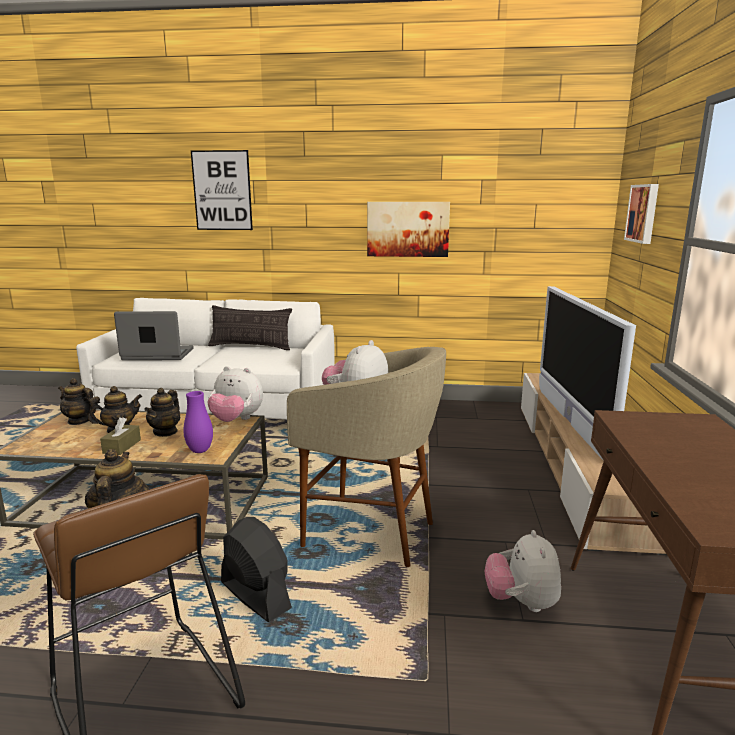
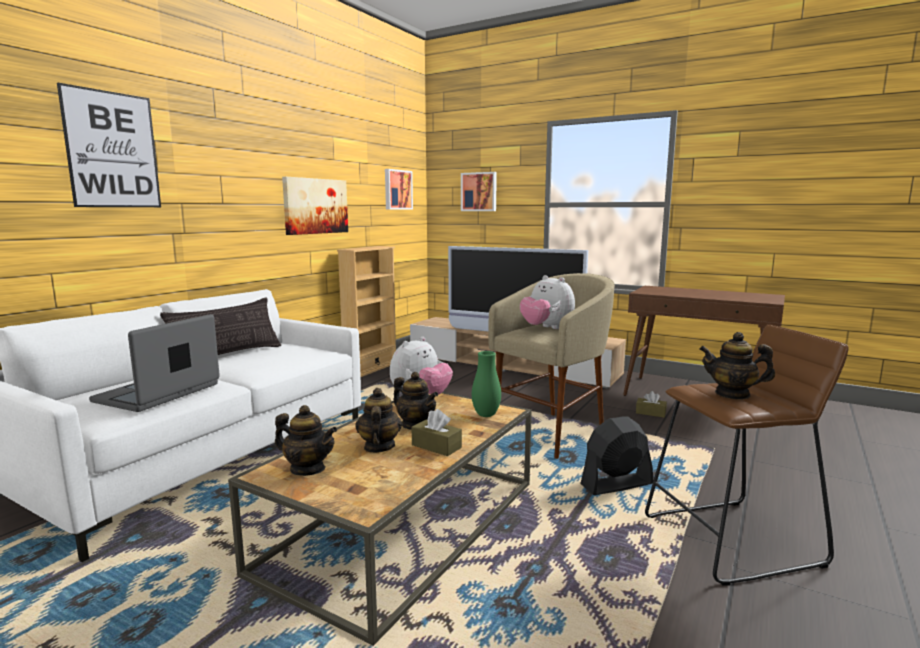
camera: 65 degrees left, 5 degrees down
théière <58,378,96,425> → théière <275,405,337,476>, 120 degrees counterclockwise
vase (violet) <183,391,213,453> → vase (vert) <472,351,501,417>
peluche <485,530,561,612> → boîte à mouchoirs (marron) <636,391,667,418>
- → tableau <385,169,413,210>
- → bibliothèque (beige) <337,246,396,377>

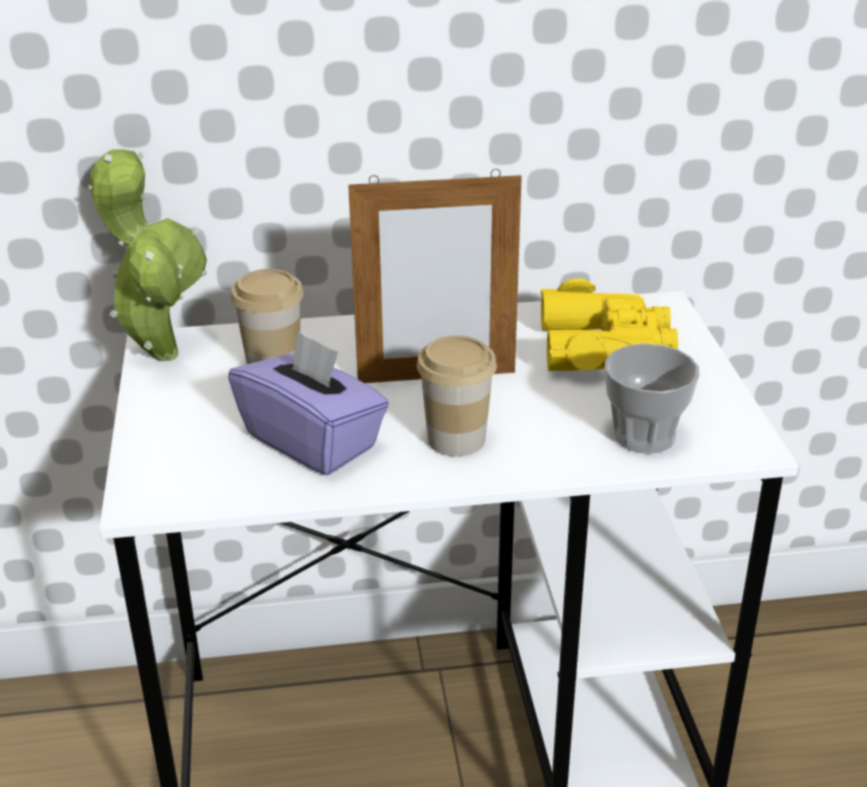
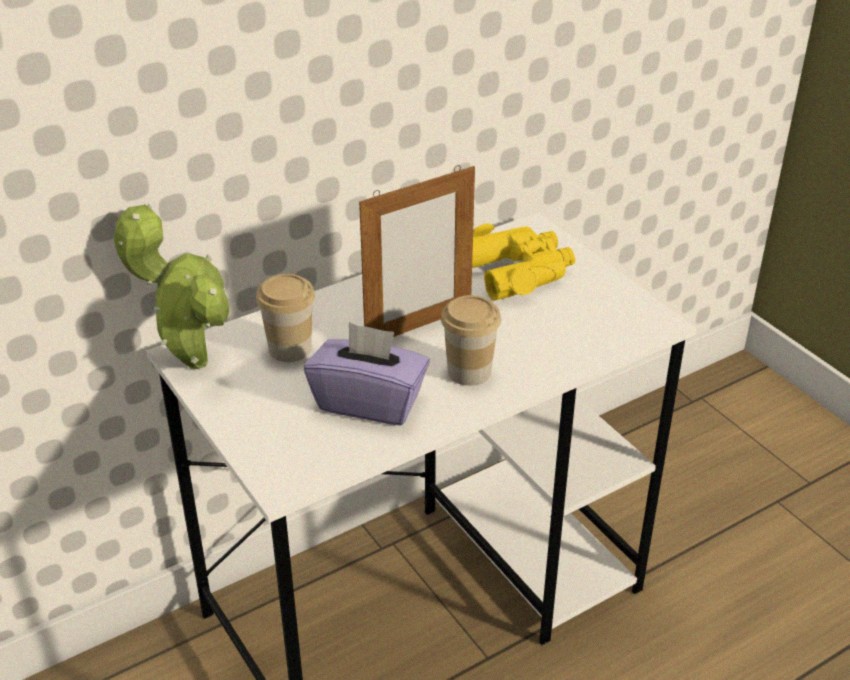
camera: 25 degrees left, 5 degrees up
tasse <605,343,699,454> → -

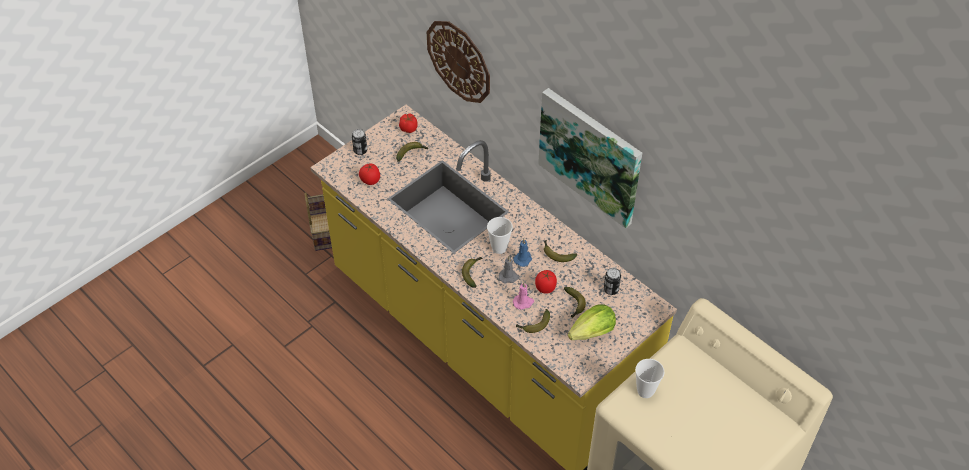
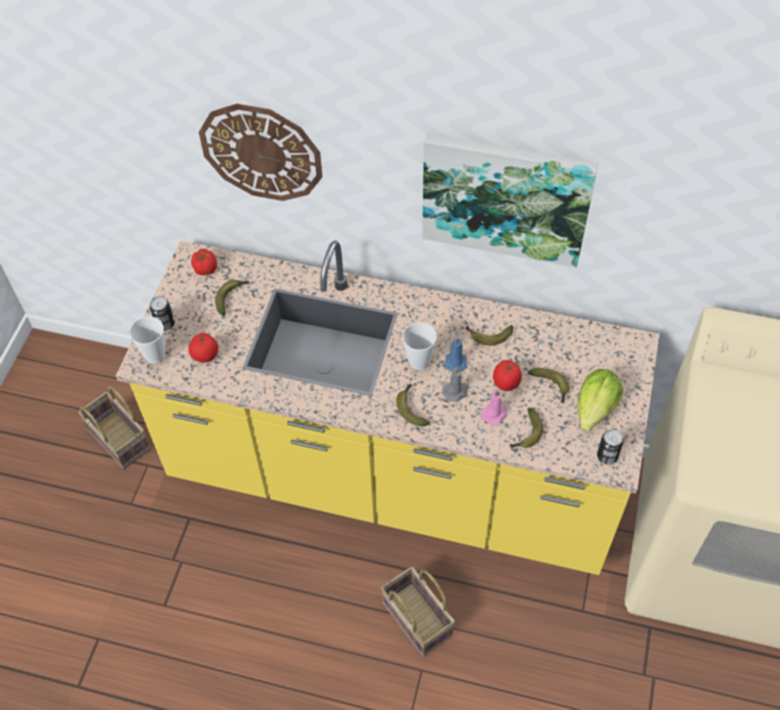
camera: 30 degrees left, 5 degrees up
boîte métallique <604,268,621,295> → boîte métallique <597,429,624,464>, move
tasse <635,359,664,398> → tasse <129,316,166,364>, move
- → panier <381,566,455,657>

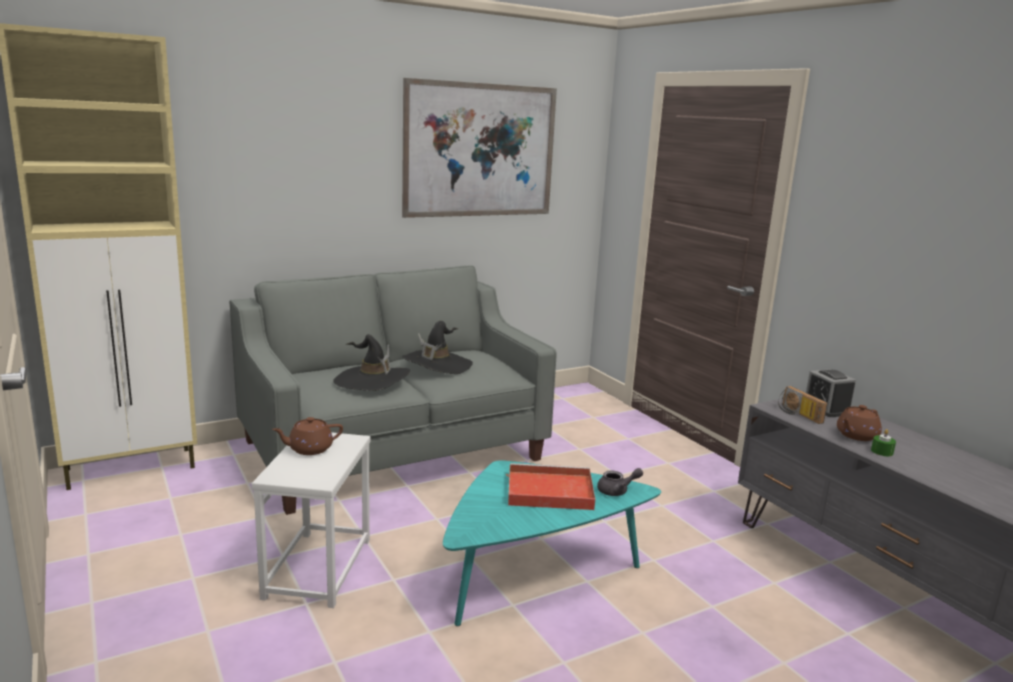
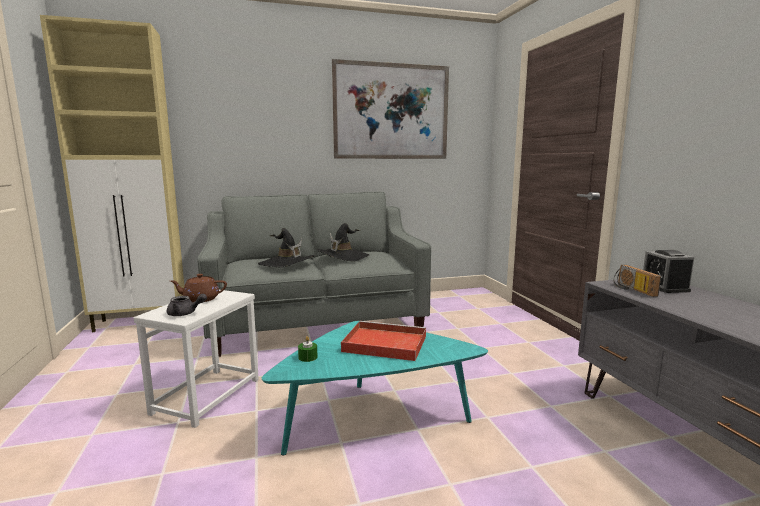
camera: 15 degrees right, 5 degrees down
théière (marron) <837,405,882,441> → -
bougie (vert) <871,429,896,456> → bougie (vert) <298,336,318,362>, move
théière (gris) <597,468,643,496> → théière (gris) <167,294,207,316>, move

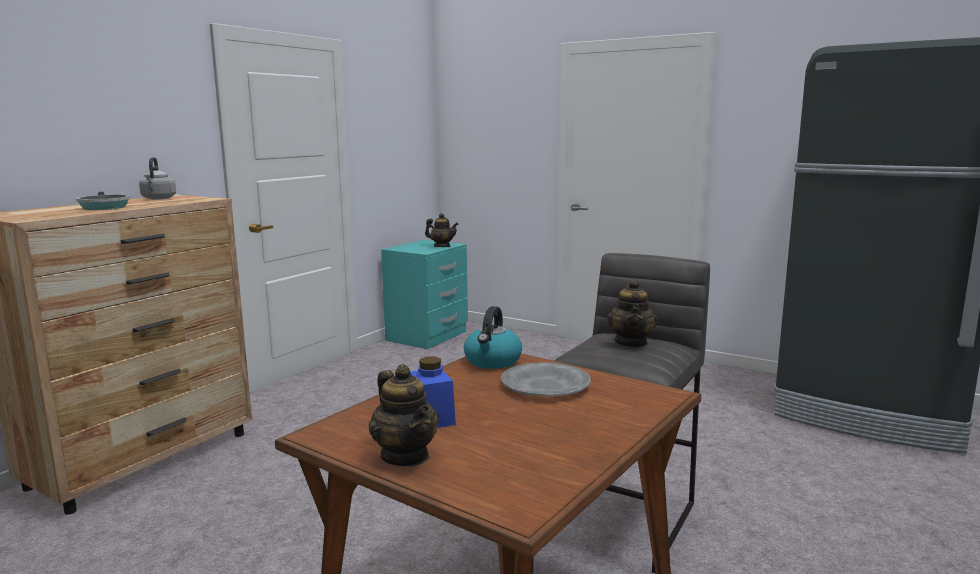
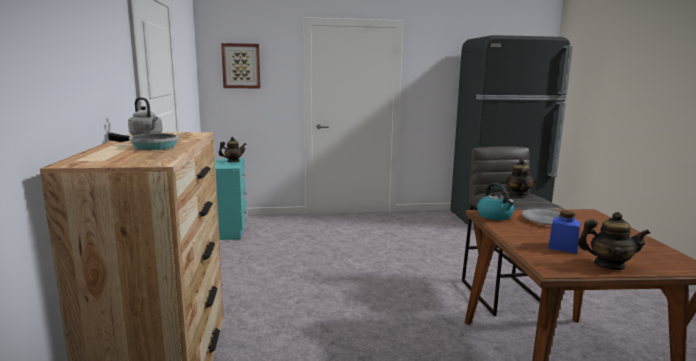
camera: 40 degrees left, 0 degrees up
théière <607,279,658,348> → théière <506,159,534,196>, 135 degrees counterclockwise
- → tableau <221,43,261,88>

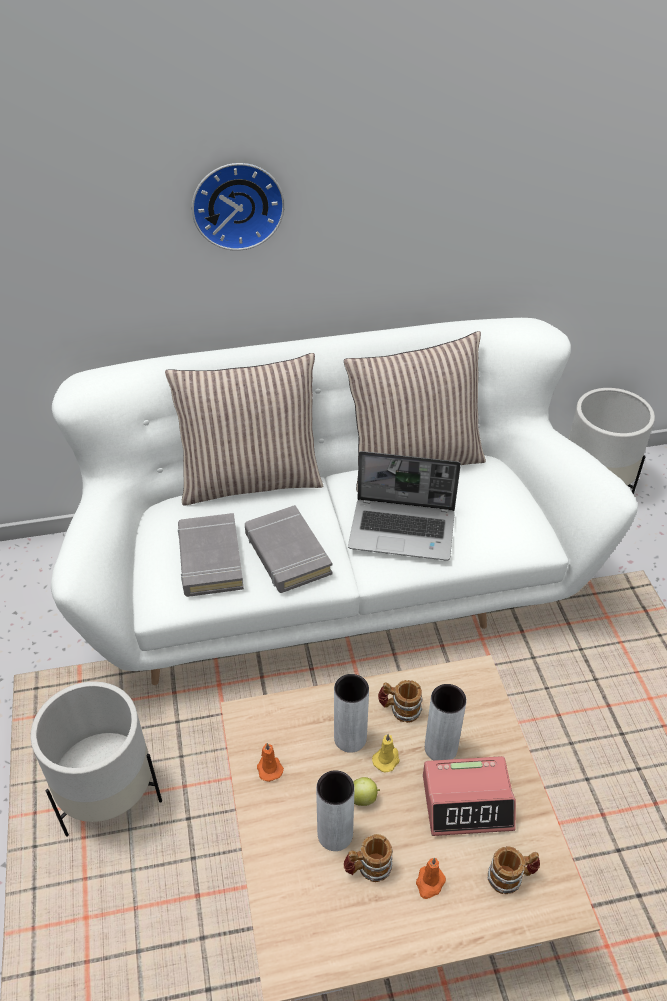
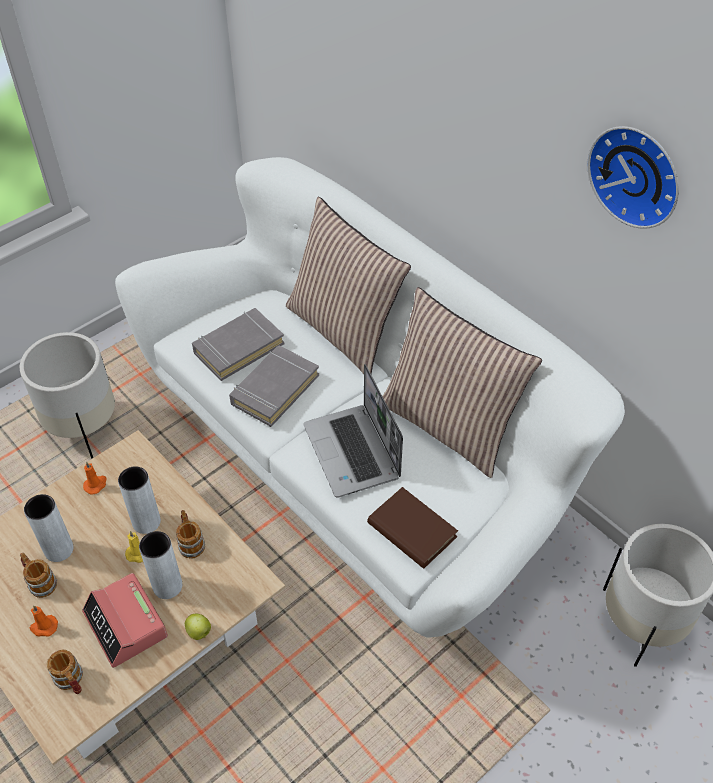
camera: 60 degrees right, 5 degrees up
horloge murale <192,163,285,251> → horloge murale <587,126,679,229>, move
pomme <353,777,380,806> → pomme <185,614,211,640>, move
- → livre (marron) <367,487,458,568>

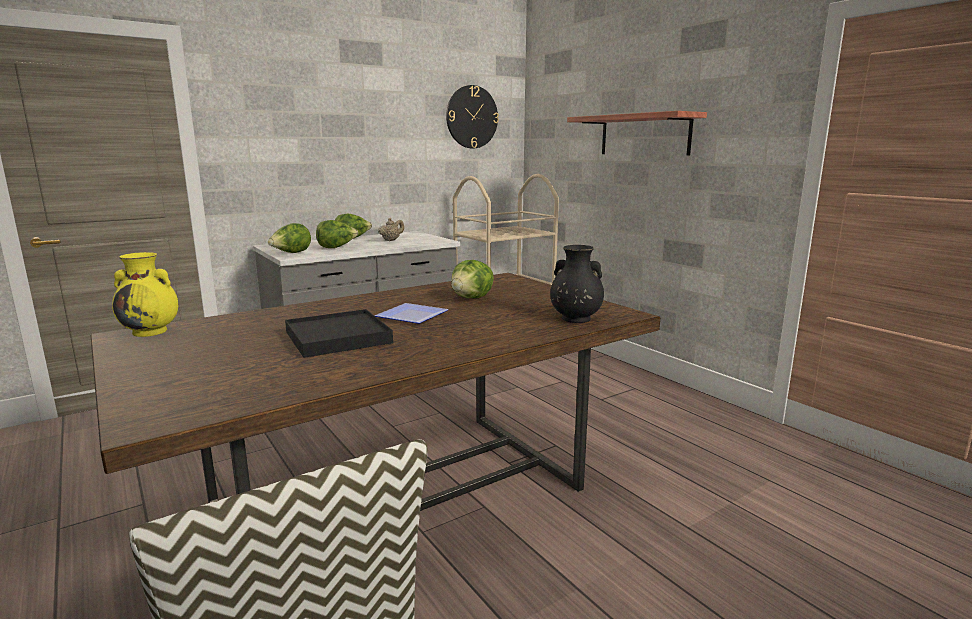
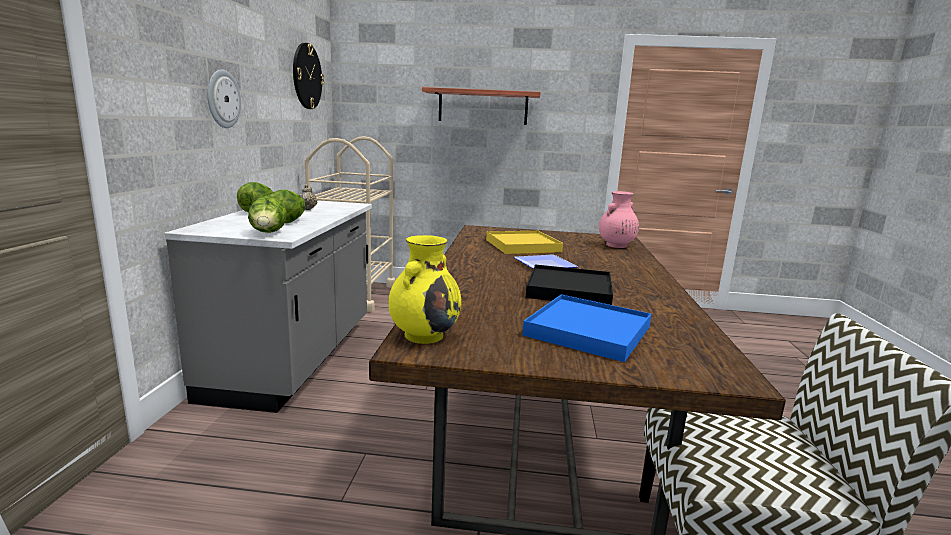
camera: 50 degrees left, 0 degrees up
vase (noir) <550,245,604,323> → vase (rose) <599,191,639,248>
laitue <451,260,494,298> → plateau (jaune) <486,231,563,254>
- → horloge murale <207,69,241,128>
- → plateau (bleu) <522,294,651,362>

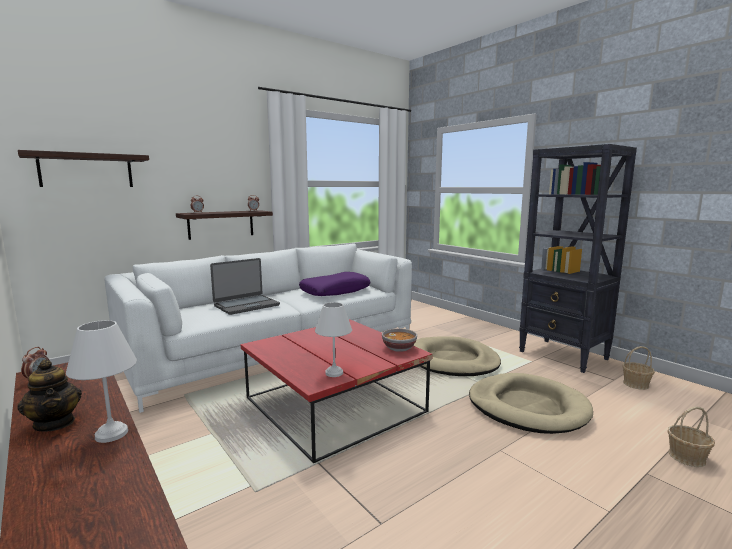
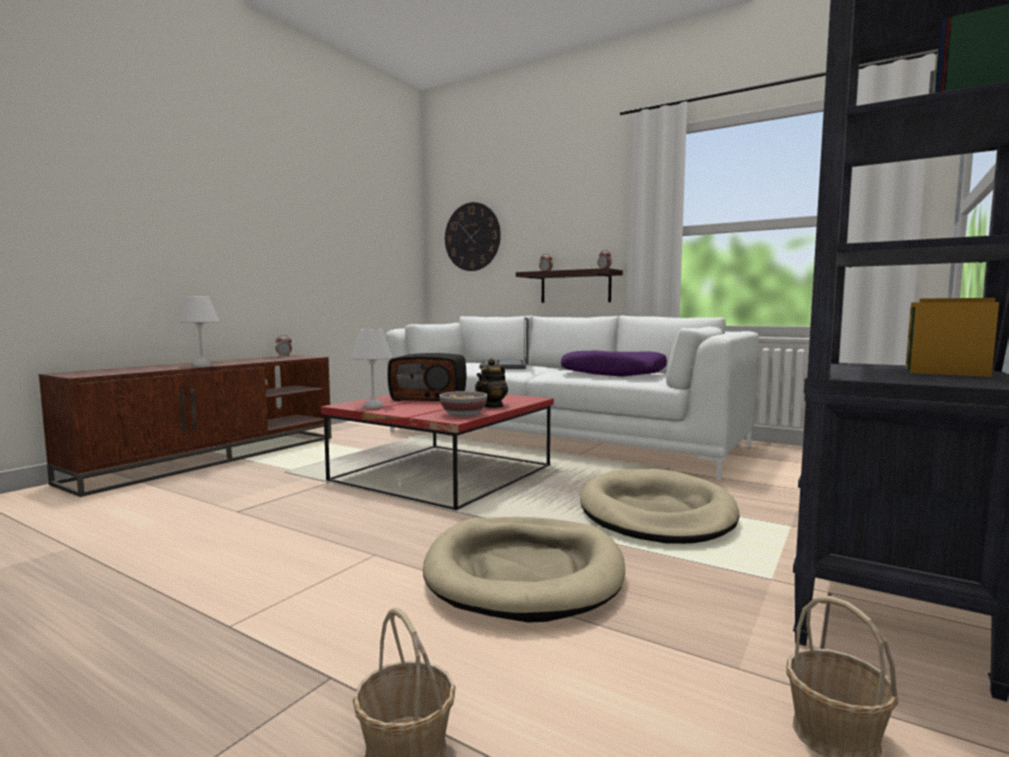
camera: 70 degrees right, 5 degrees down
étagère <18,150,149,187> → horloge murale <445,202,501,271>
ordinateur portable <210,258,280,315> → ordinateur portable <479,317,529,369>, 60 degrees clockwise
théière <17,359,82,432> → théière <475,359,508,408>, move
- → radio <388,353,467,401>

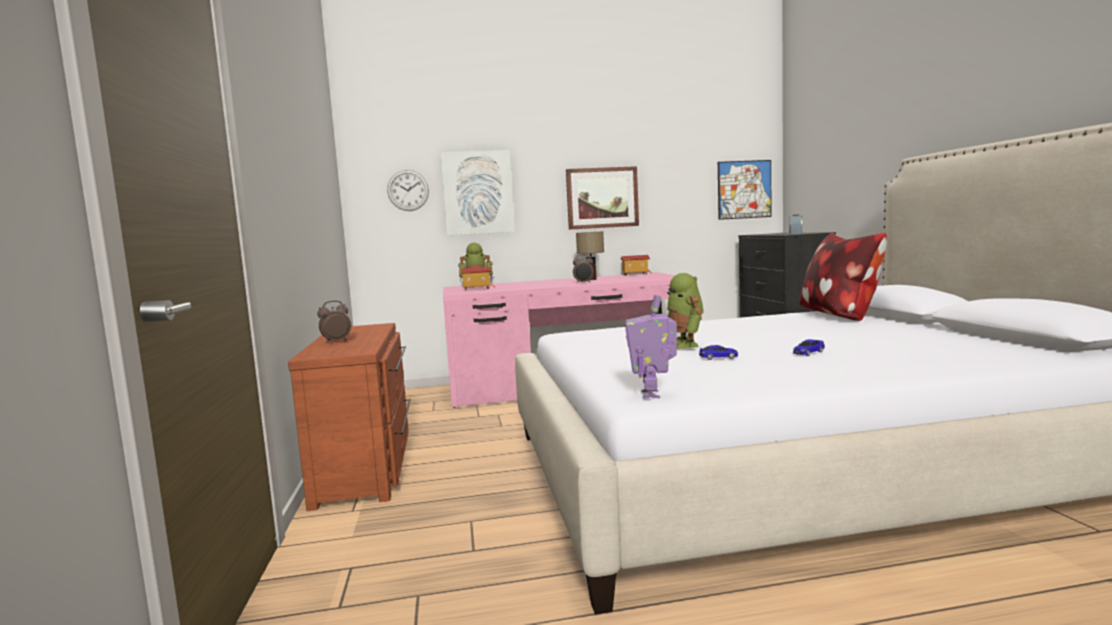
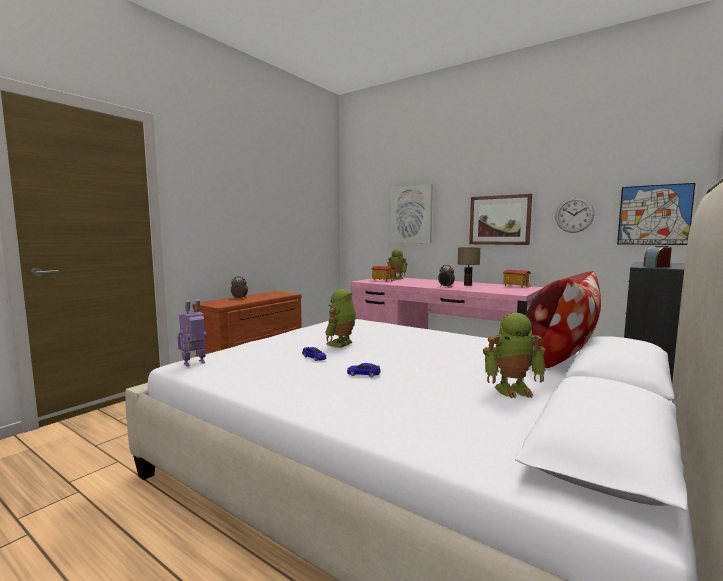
camera: 45 degrees right, 0 degrees up
horloge murale <387,170,429,211> → horloge murale <555,197,594,233>, move
- → robot jouet <483,313,546,398>

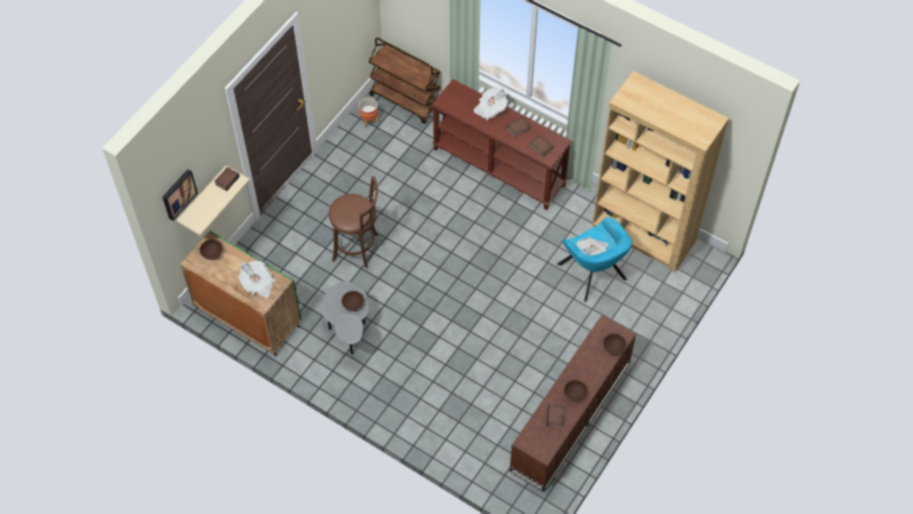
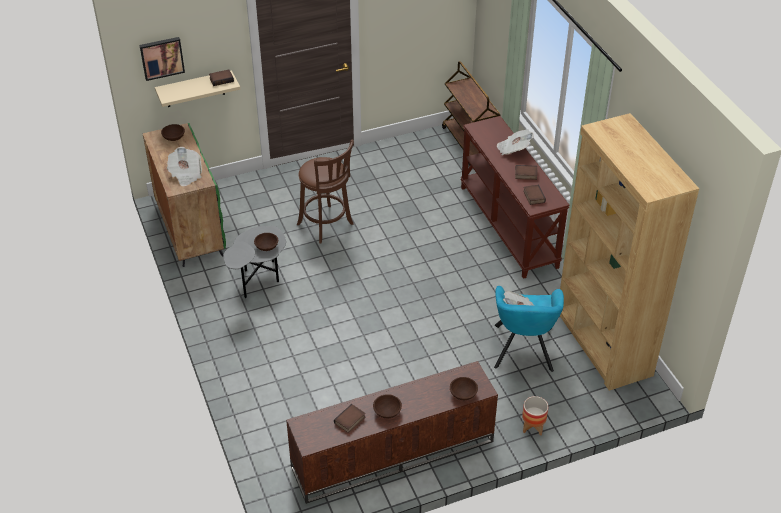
camera: 35 degrees right, 15 degrees down
cache-pot <359,98,379,128> → cache-pot <522,396,548,436>, move

